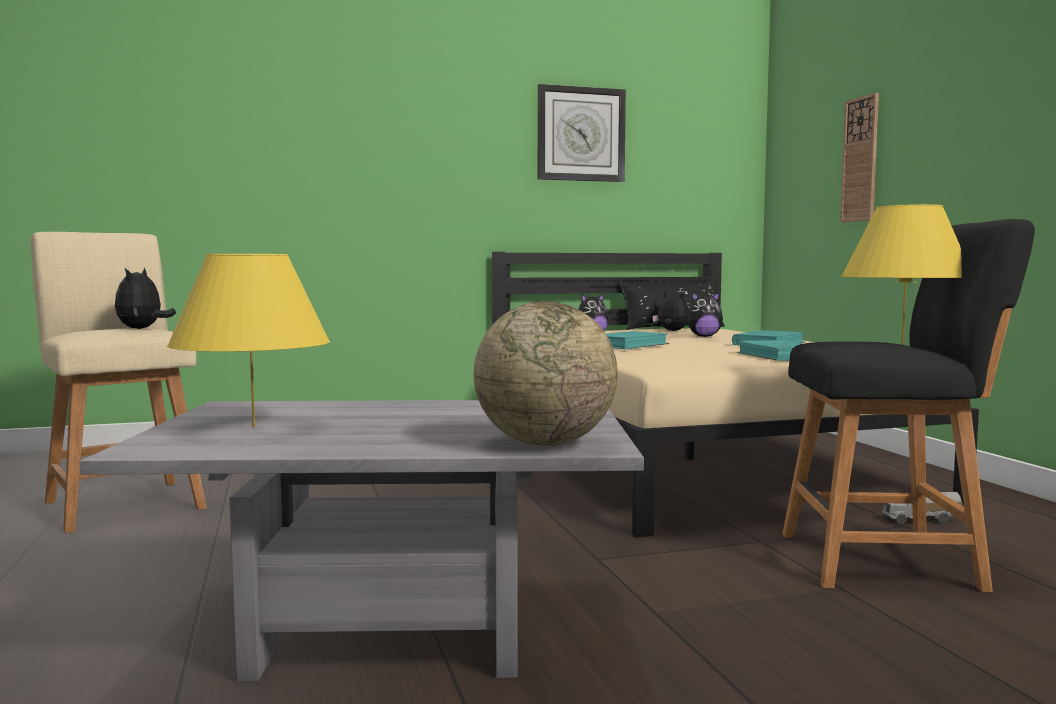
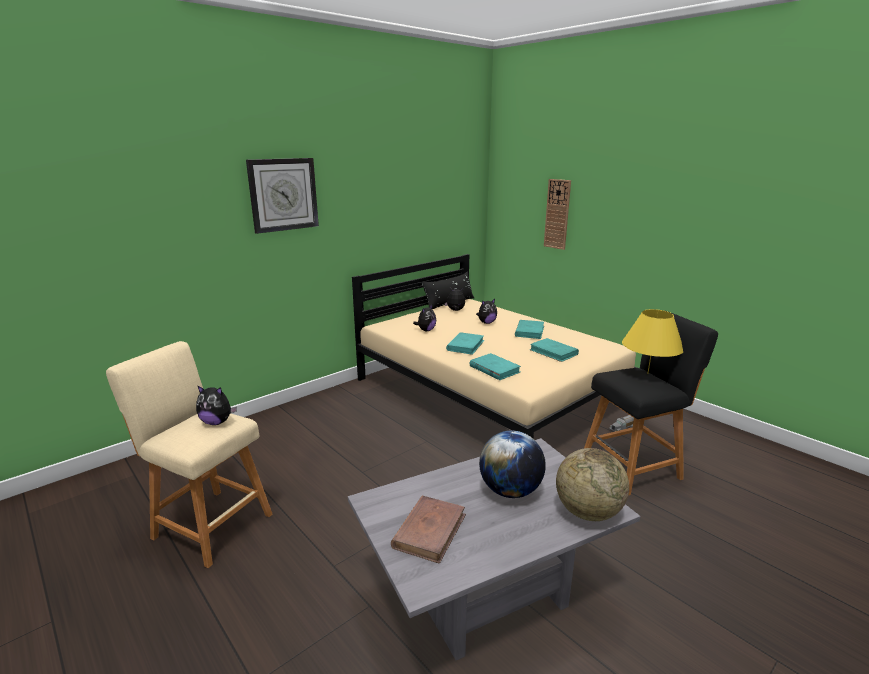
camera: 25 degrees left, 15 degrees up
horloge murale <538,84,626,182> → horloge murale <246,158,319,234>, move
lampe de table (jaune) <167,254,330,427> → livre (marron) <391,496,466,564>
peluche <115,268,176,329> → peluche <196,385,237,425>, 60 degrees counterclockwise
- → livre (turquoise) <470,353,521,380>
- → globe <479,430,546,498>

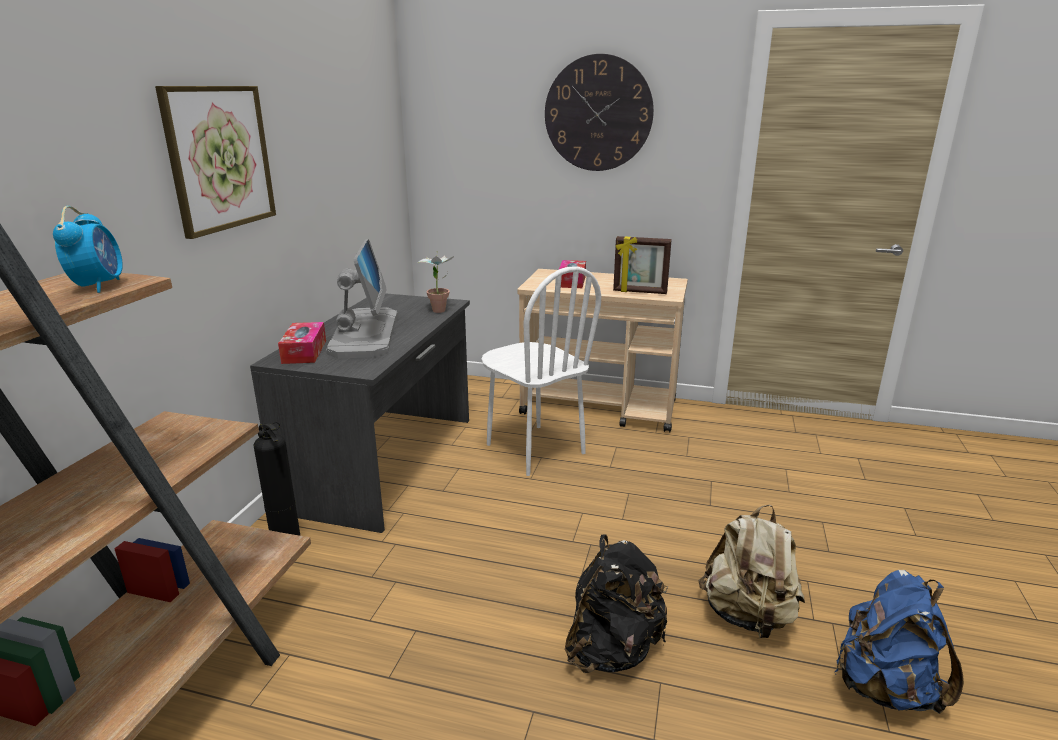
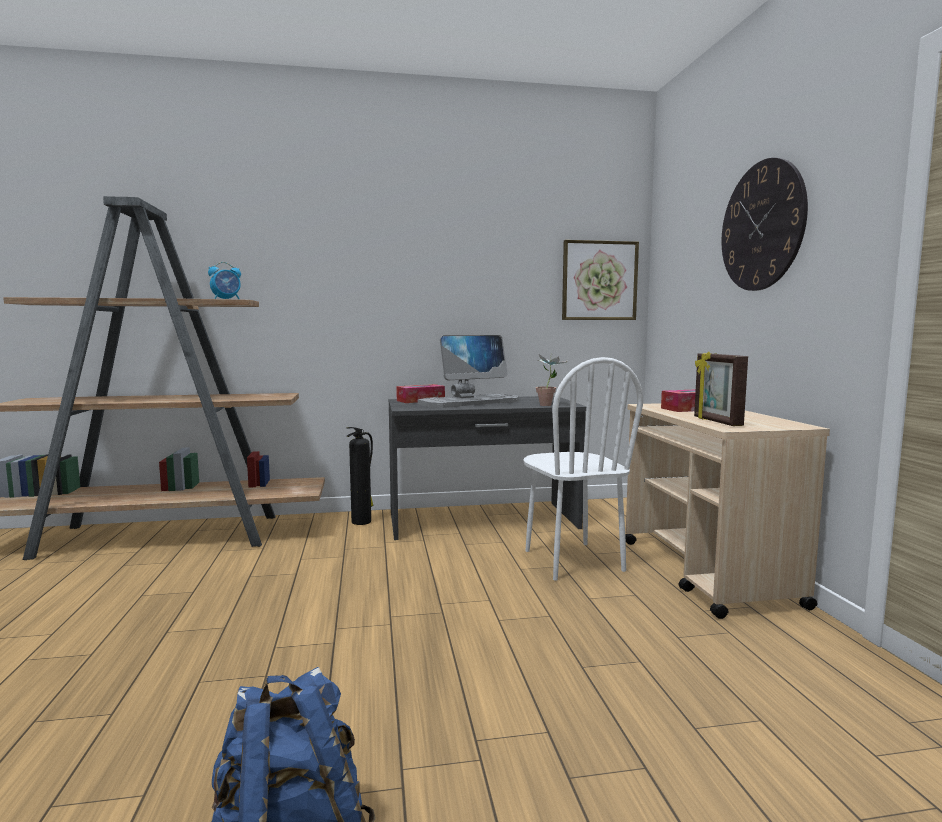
camera: 65 degrees right, 15 degrees down
tableau <155,86,276,239> → tableau <562,240,639,320>, move
chaise (blanc) <482,266,601,476> → chaise (blanc) <523,357,643,581>, 45 degrees counterclockwise
sac à dos (beige) <698,505,805,638> → -
sac à dos (noir) <565,534,668,673> → -

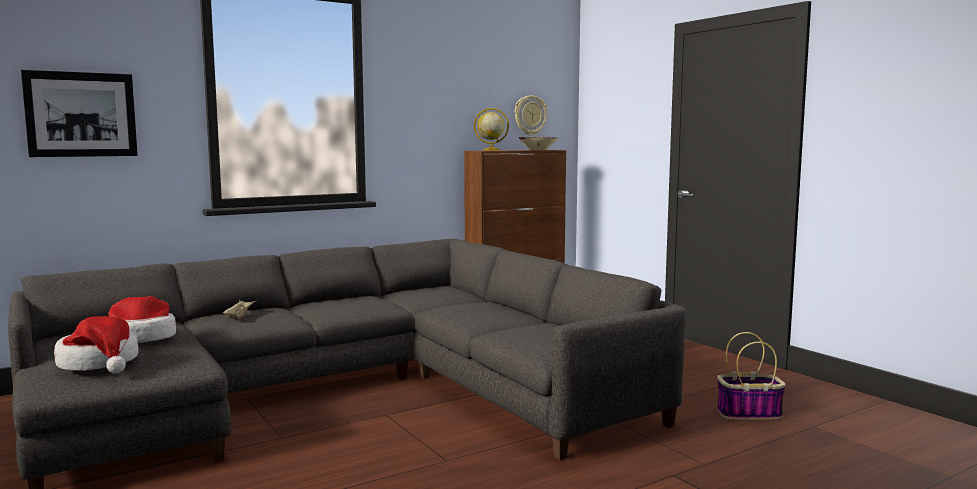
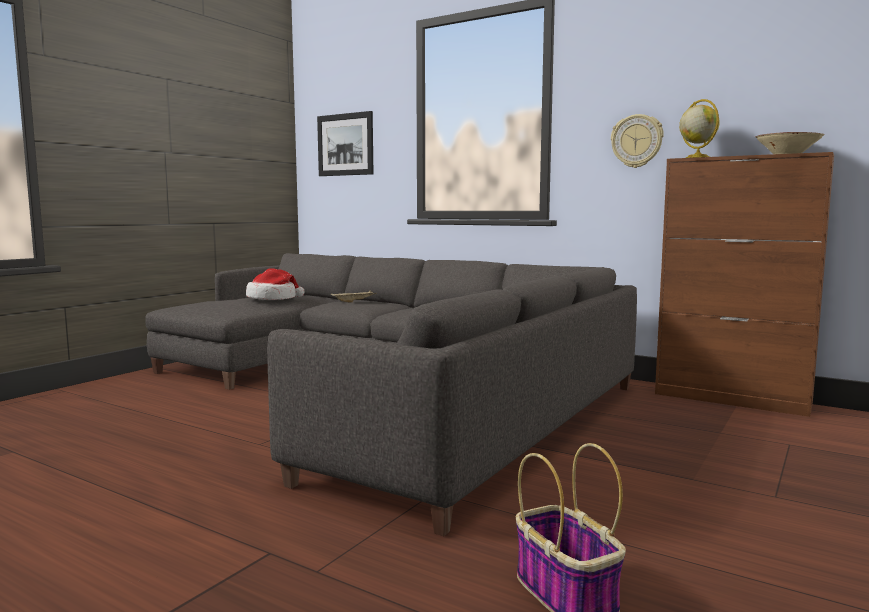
camera: 65 degrees right, 0 degrees up
horloge murale <515,95,547,135> → horloge murale <611,114,664,168>, move
chapeau <54,316,139,373> → -

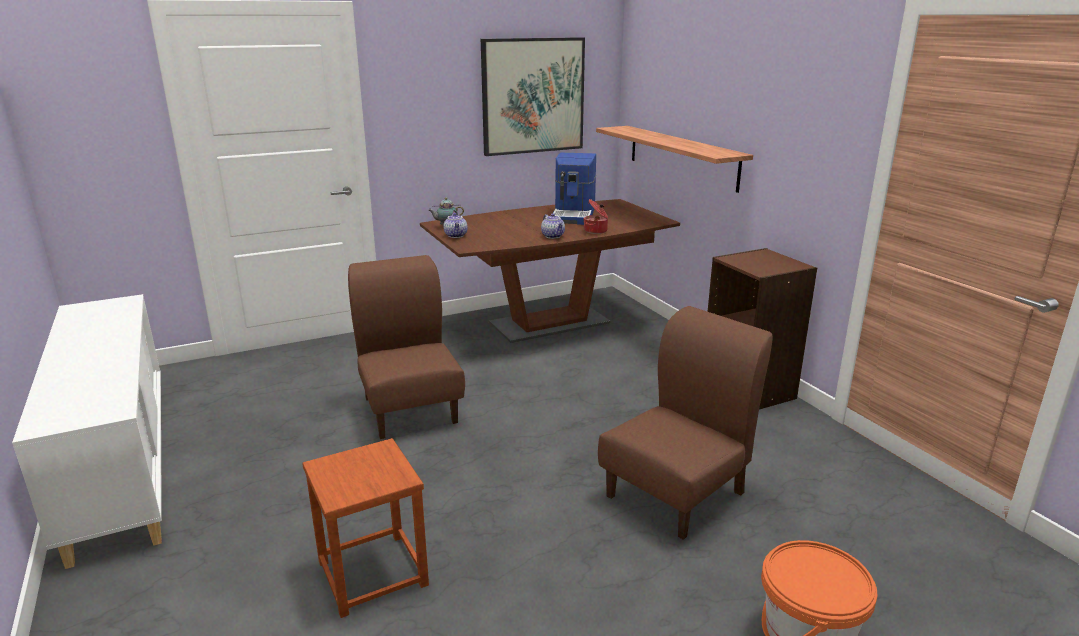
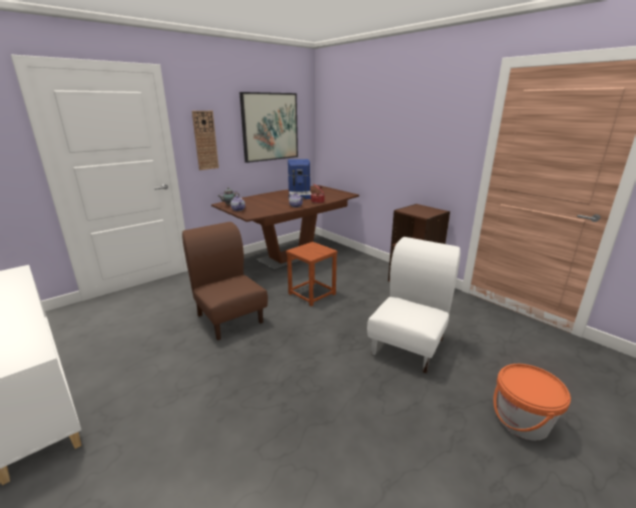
camera: 15 degrees left, 0 degrees up
étagère <596,126,753,193> → -
chaise (marron) <598,306,772,540> → chaise (blanc) <367,237,460,373>
tabouret (marron) <302,438,429,618> → tabouret (marron) <286,242,338,306>, move
- → horloge murale <192,111,219,170>

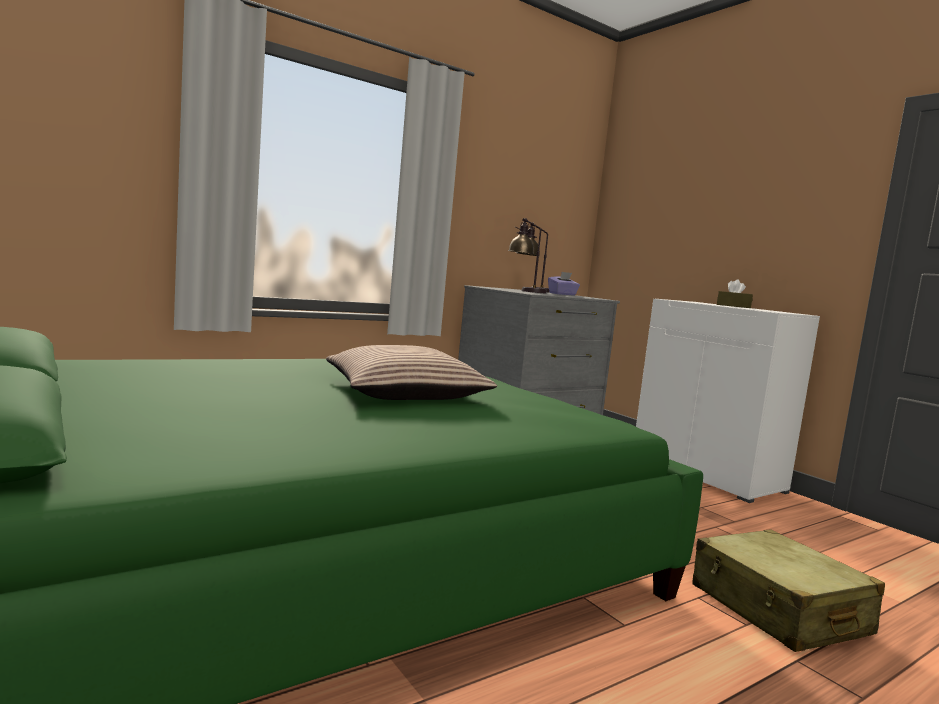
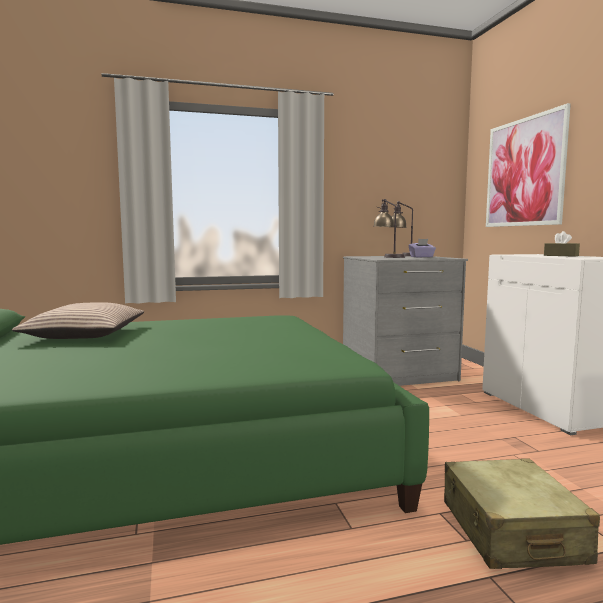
camera: 20 degrees right, 0 degrees up
coussin <326,345,497,400> → coussin <12,302,144,339>, move
- → tableau <486,103,571,227>

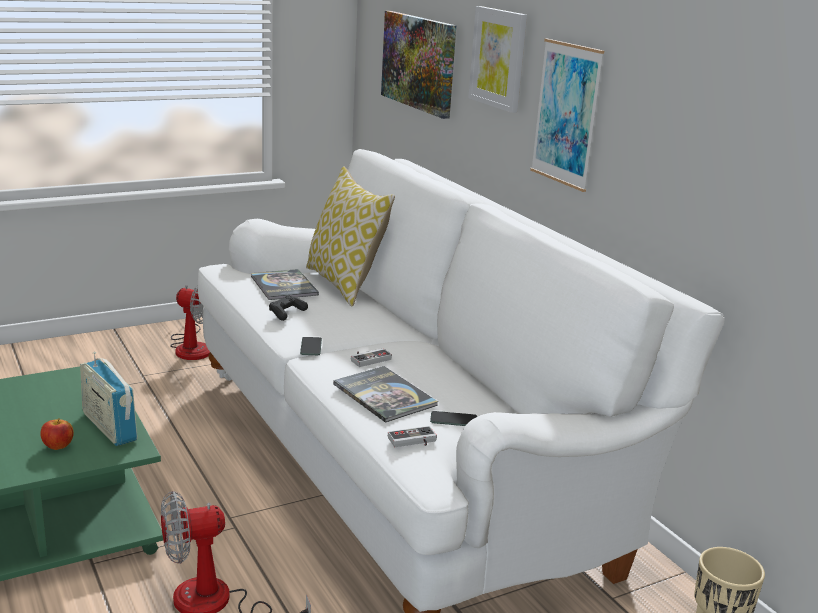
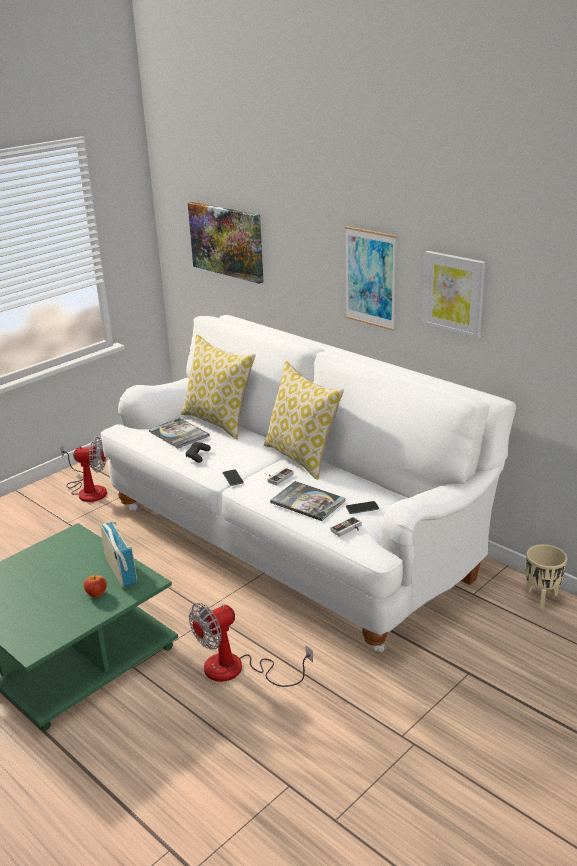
camera: 15 degrees left, 5 degrees up
tableau <468,6,527,113> → tableau <422,251,486,339>, move
radio <80,352,138,446> → radio <100,521,137,588>, 150 degrees counterclockwise
- → coussin <264,361,344,480>

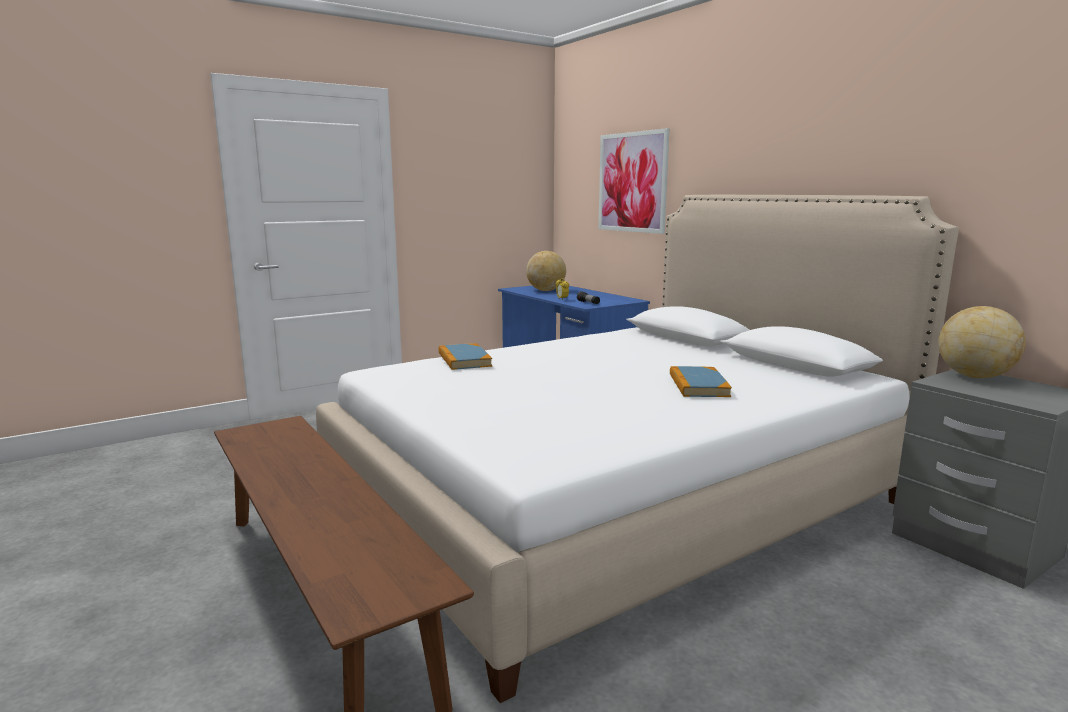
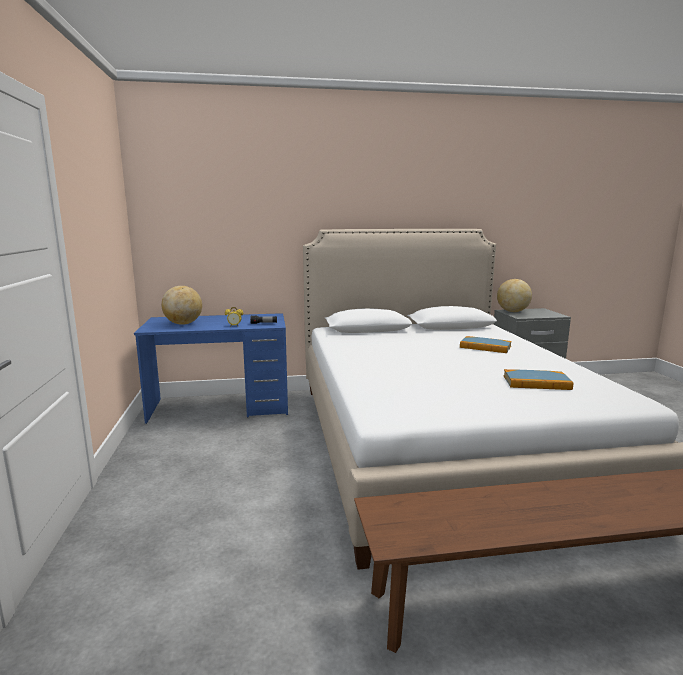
camera: 65 degrees left, 0 degrees up
tableau <598,128,670,234> → -
livre <438,343,492,370> → livre <504,369,573,390>, move

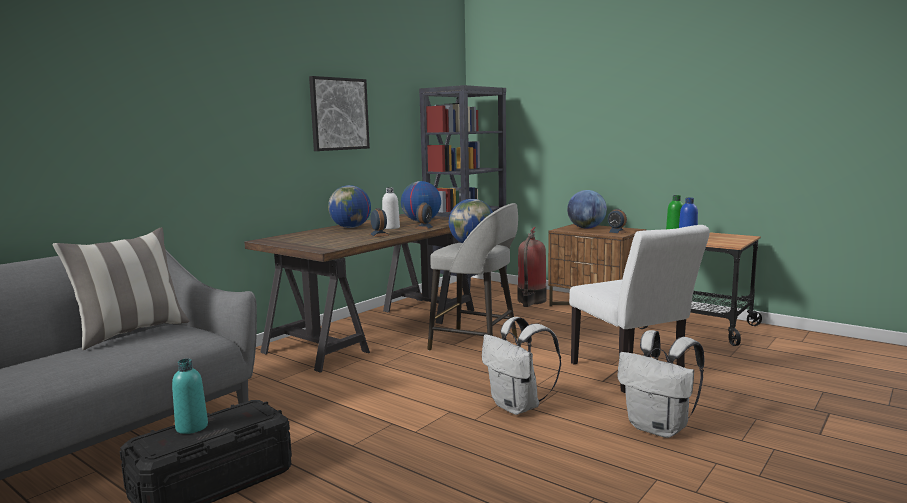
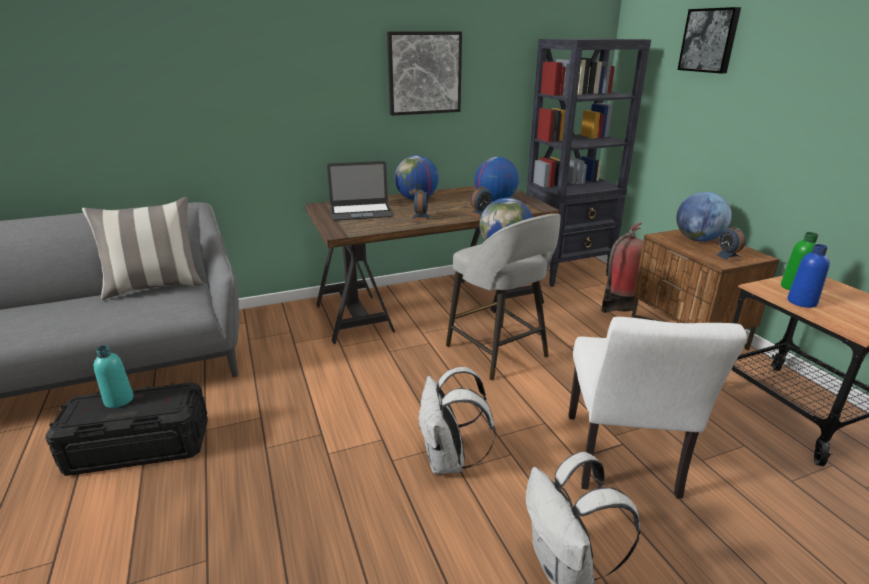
camera: 30 degrees right, 15 degrees up
bouteille (blanc) <382,187,400,229> → -
- → tableau <678,7,741,73>
- → ordinateur portable <327,161,393,221>

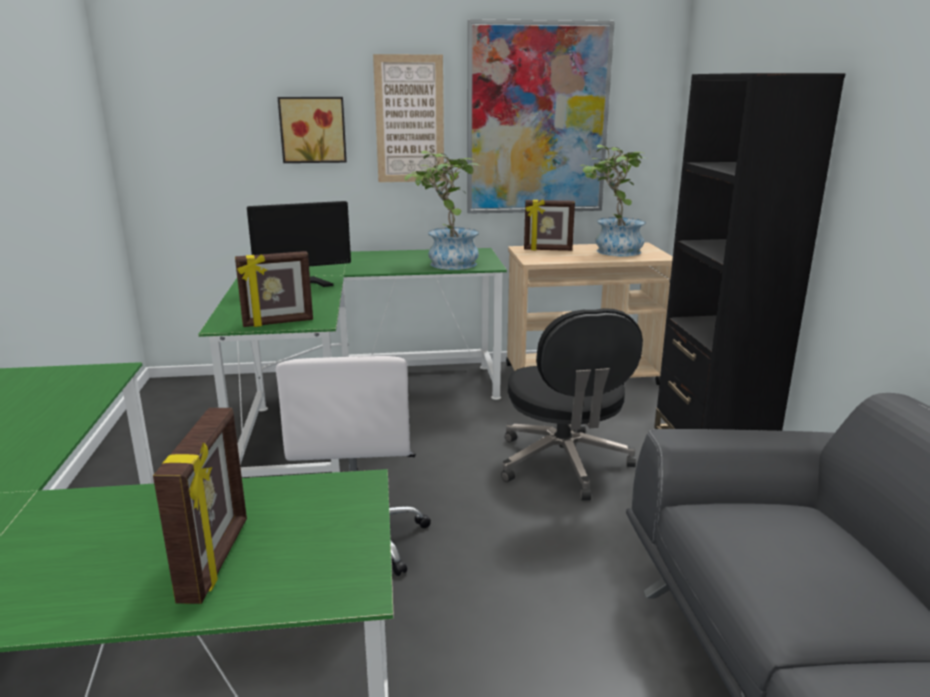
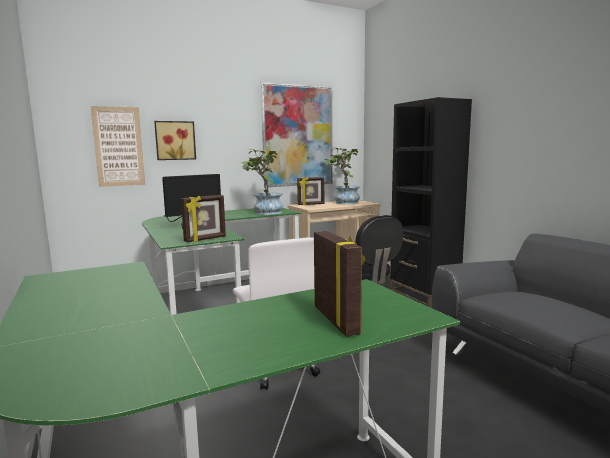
camera: 20 degrees left, 10 degrees down
tableau <373,54,444,182> → tableau <90,106,145,187>, move

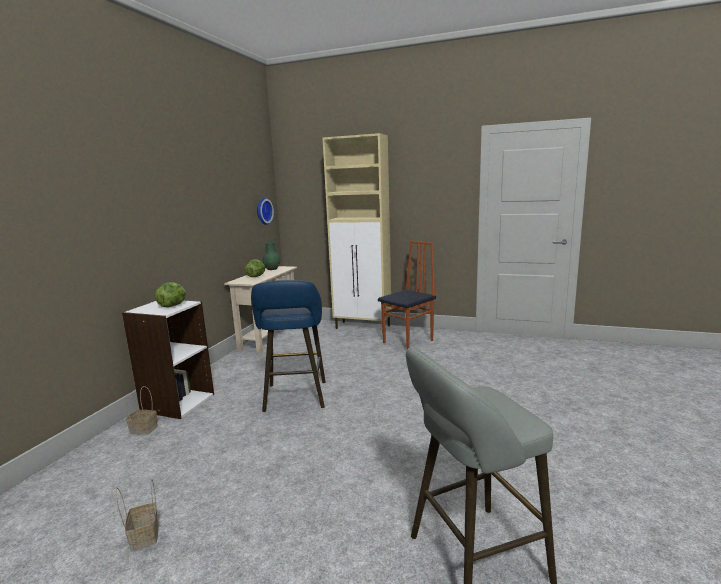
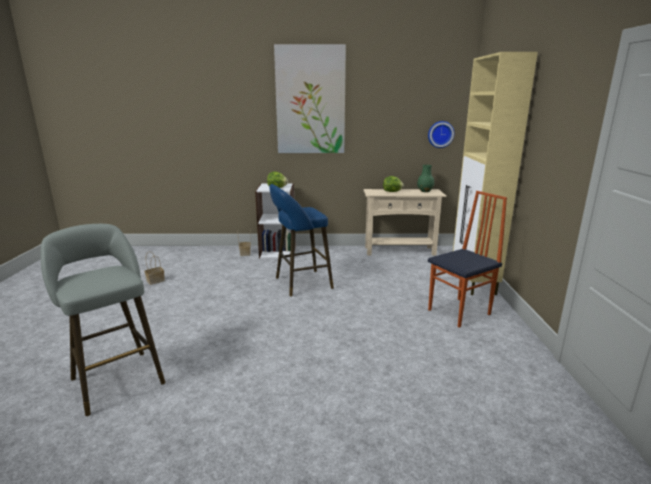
camera: 70 degrees right, 5 degrees up
chaise <378,241,436,349> → chaise <428,191,507,328>, 60 degrees counterclockwise
- → tableau <274,44,346,153>

